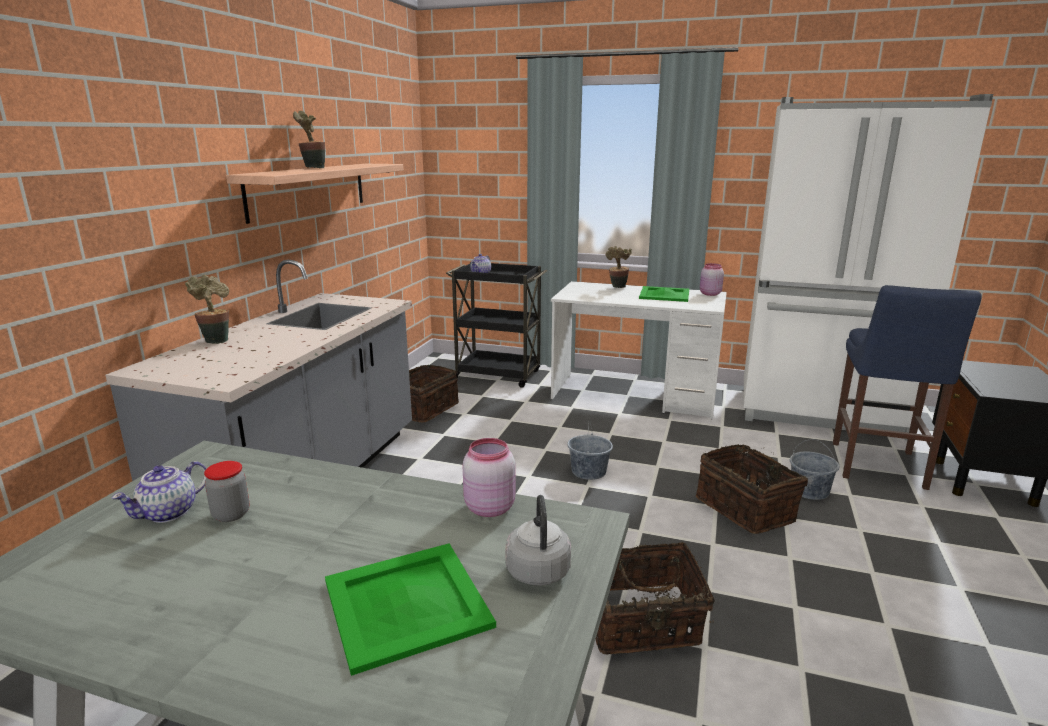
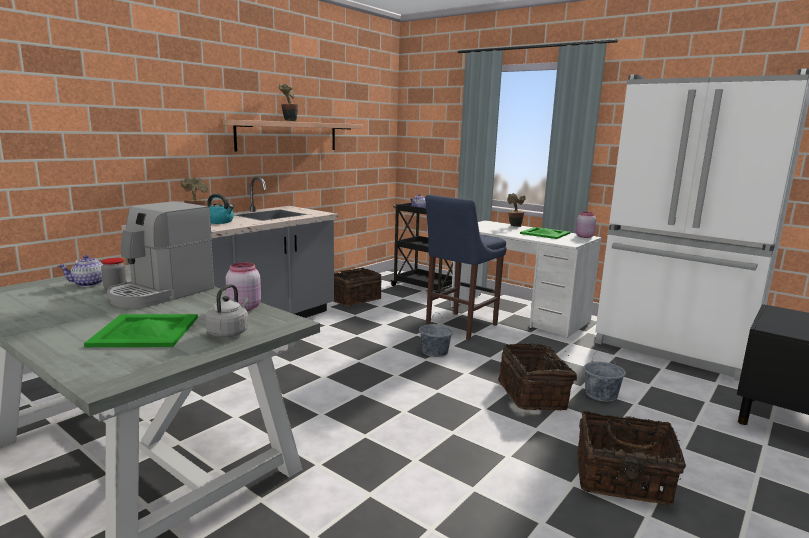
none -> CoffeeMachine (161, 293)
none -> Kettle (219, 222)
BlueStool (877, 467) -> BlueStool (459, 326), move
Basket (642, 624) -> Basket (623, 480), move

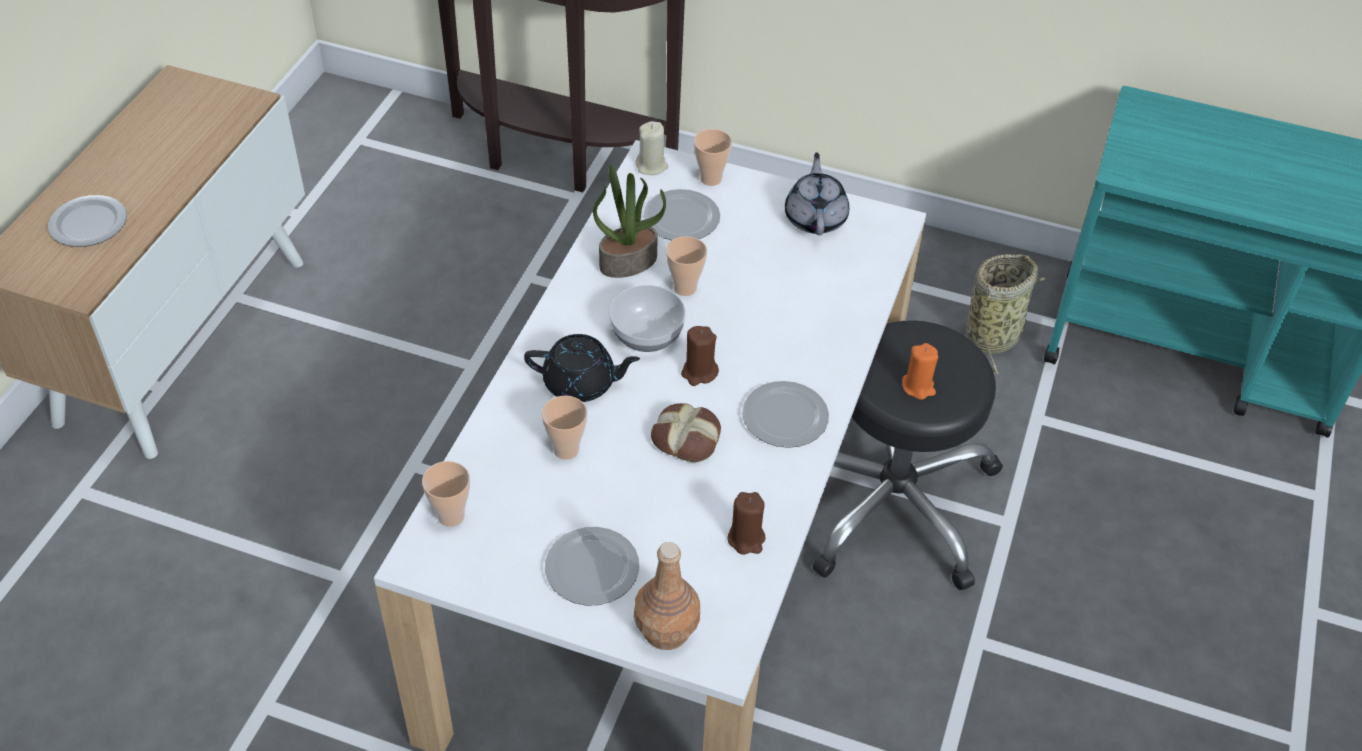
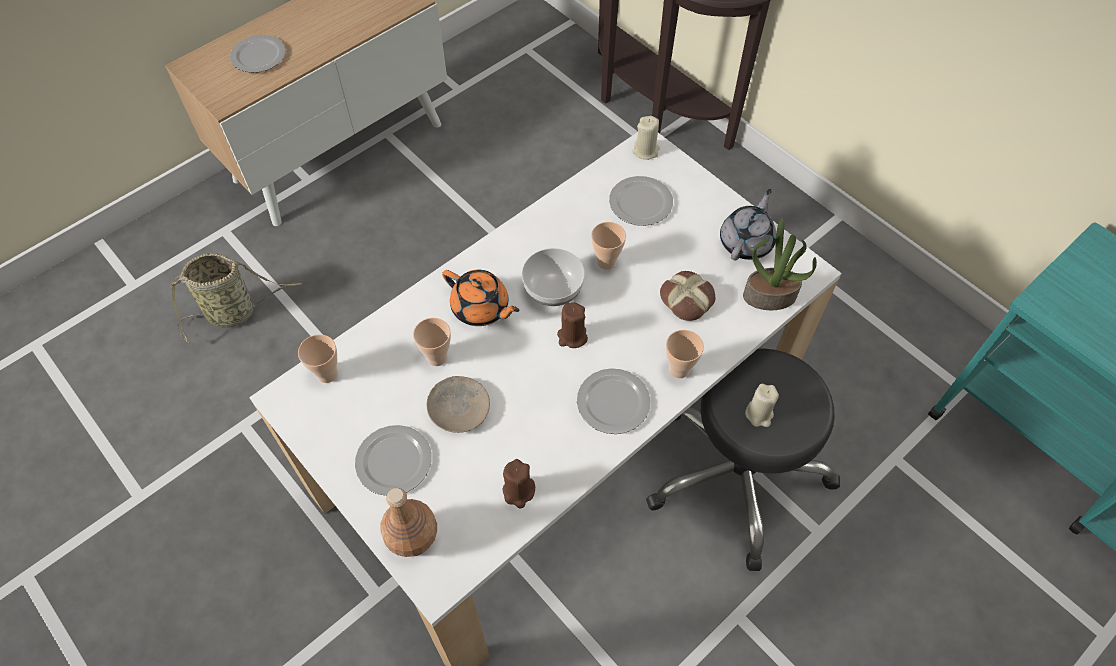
Basket (994, 335) -> Basket (235, 312), move
none -> BeigePlate (458, 407)
BlackTeapot (581, 383) -> OrangeTeapot (481, 308)
Bread (687, 437) -> Bread (687, 299), move
Cup (711, 179) -> Cup (679, 369), move
PottedPlant (628, 261) -> PottedPlant (770, 295), move
OrangeCandle (918, 387) -> BeigeCandle (759, 414)

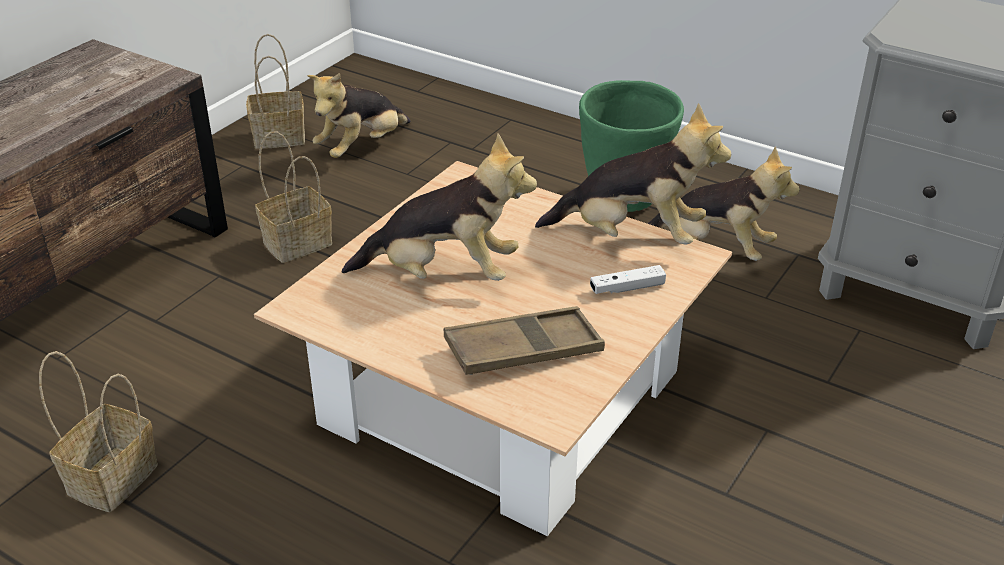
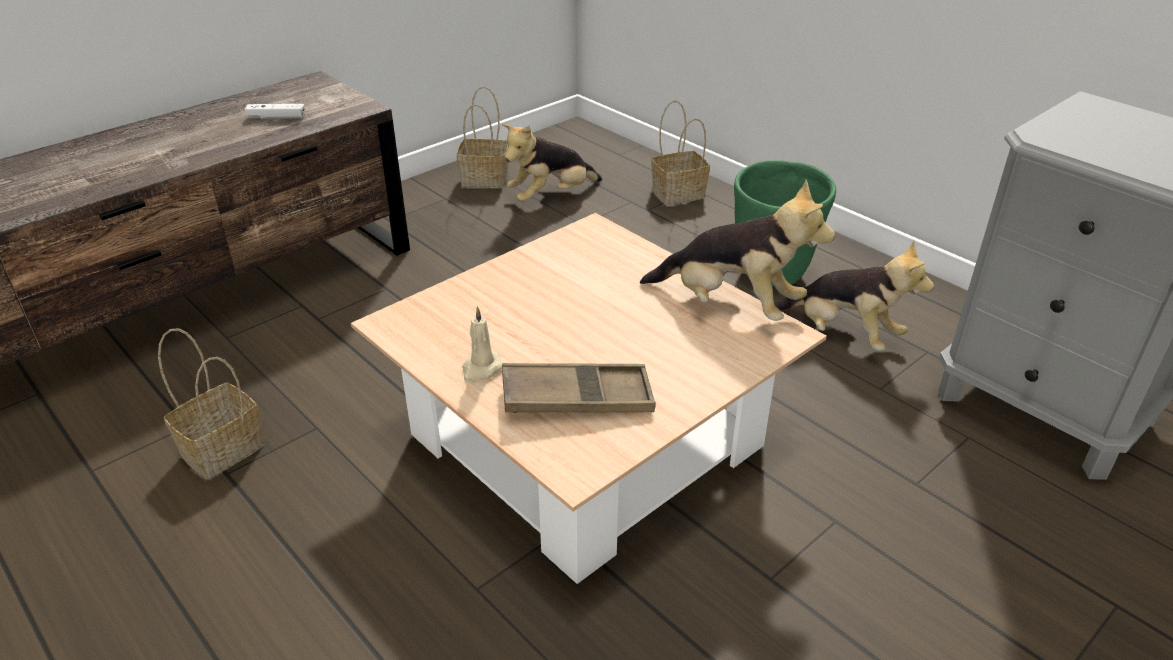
WhiteGameController (627, 288) -> WhiteGameController (276, 117), move
none -> BeigeCandle (481, 369)
Basket (296, 245) -> Basket (677, 194), move
PlushToy (444, 274) -> none

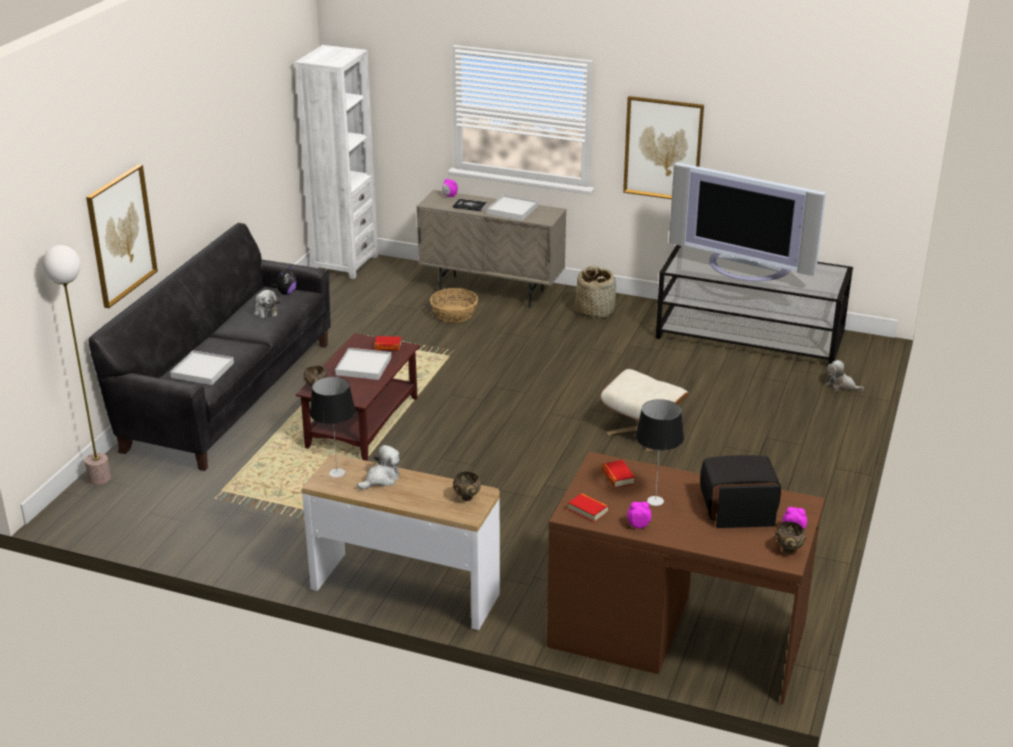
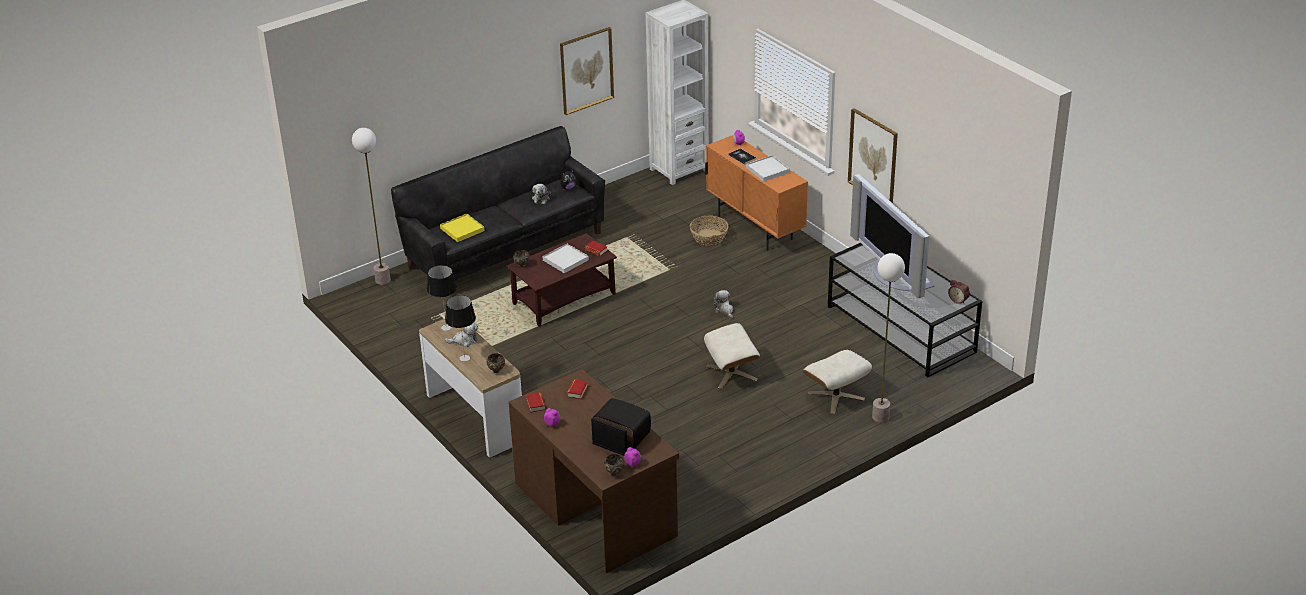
WhiteTray (202, 370) -> YellowTray (462, 229)
TableLamp (656, 501) -> TableLamp (465, 358), move
Picture (121, 235) -> Picture (586, 70), move
BeigeCabinet (492, 292) -> OrangeCabinet (755, 228)
PlushToy (841, 386) -> PlushToy (724, 311), move
none -> BeigeOttoman (836, 396)
none -> FloorLamp (881, 417)
none -> AlarmClock (958, 300)
Basket (595, 311) -> none

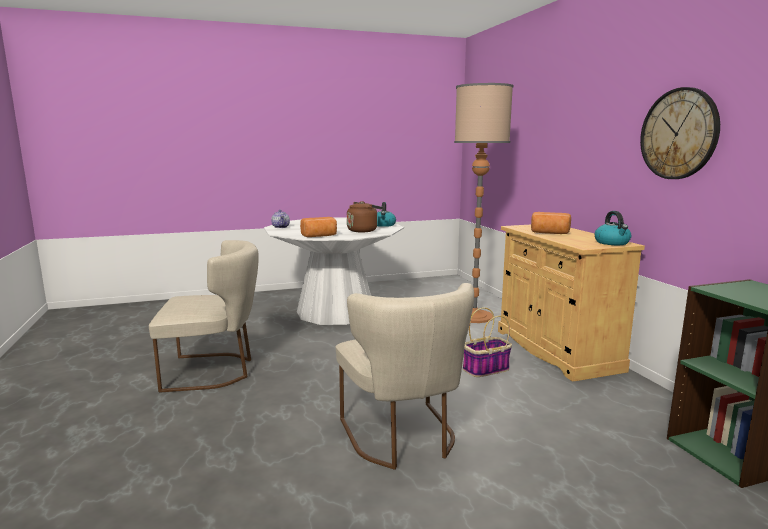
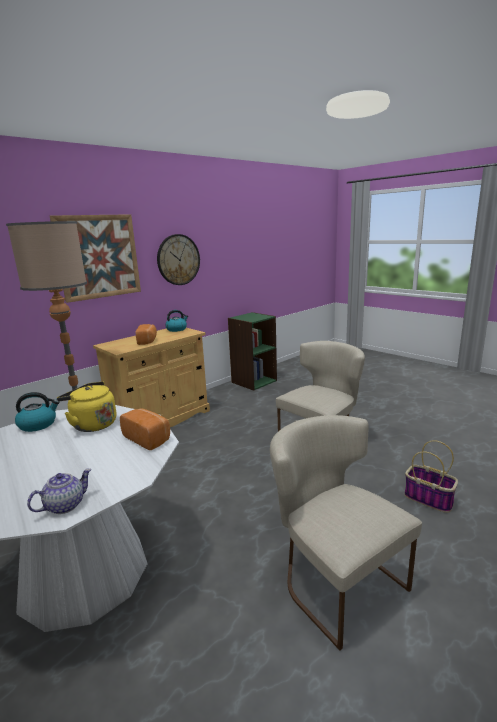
none -> Picture (98, 257)
BrownKettle (363, 230) -> YellowKettle (92, 424)
Basket (485, 369) -> Basket (429, 499), move

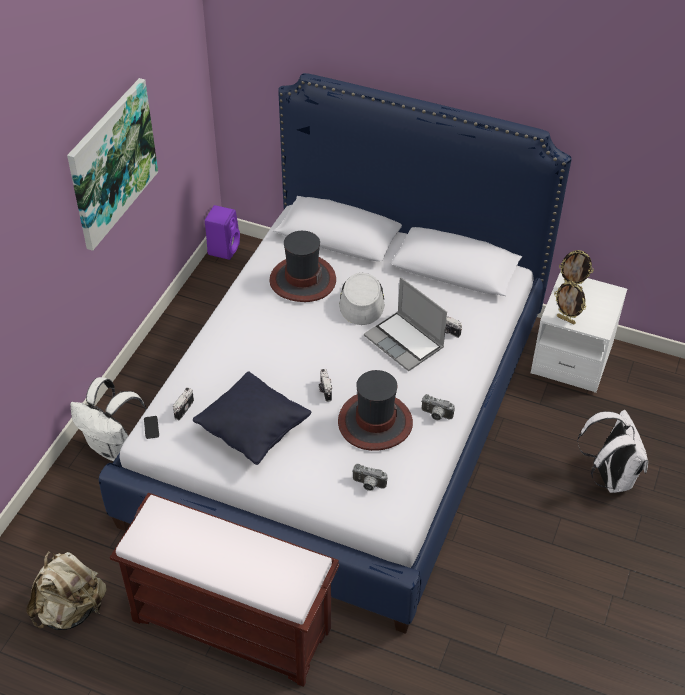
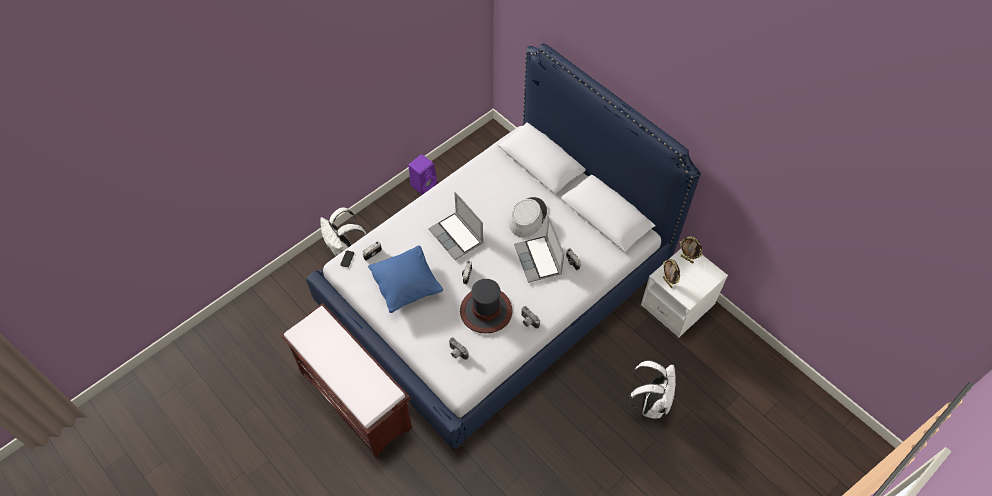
BlackPillow (253, 432) -> BluePillow (406, 286)
PurpleSpeaker (224, 248) -> PurpleSpeaker (424, 184), move
none -> Laptop (457, 236)
BeigeBackpack (71, 609) -> none
Picture (111, 163) -> none
Hat (302, 280) -> none

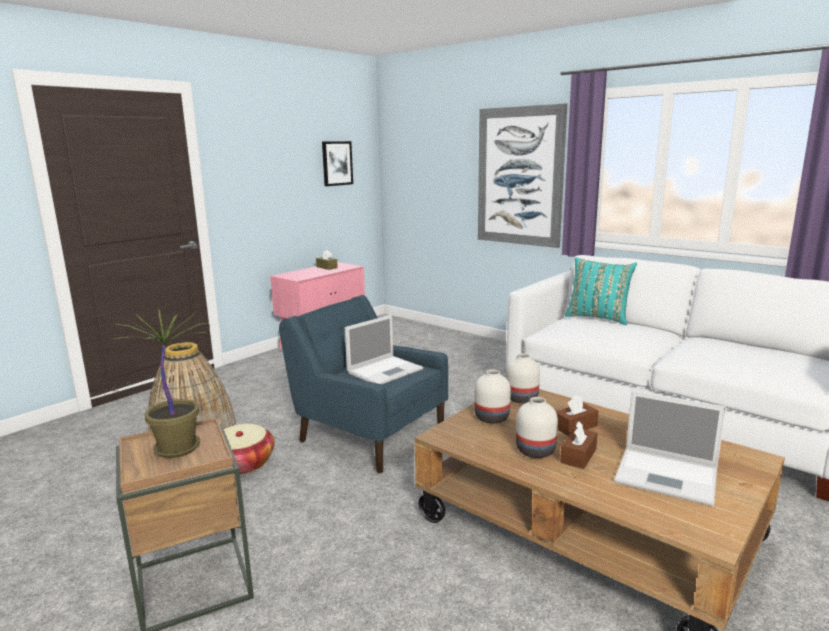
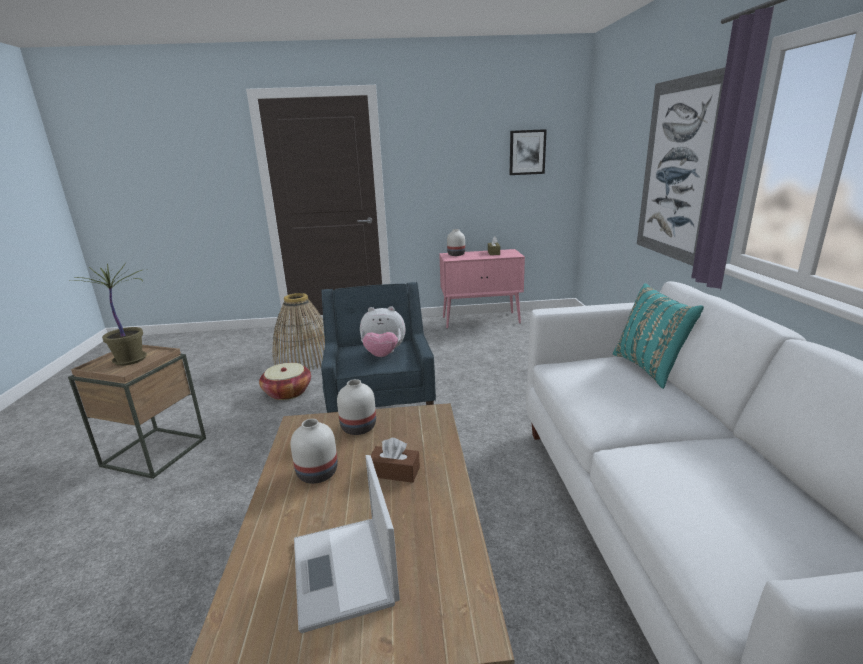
Laptop (386, 370) -> PlushToy (383, 354)
WhiteVase (521, 399) -> WhiteVase (455, 254), move
BrownTissueBox (578, 456) -> none

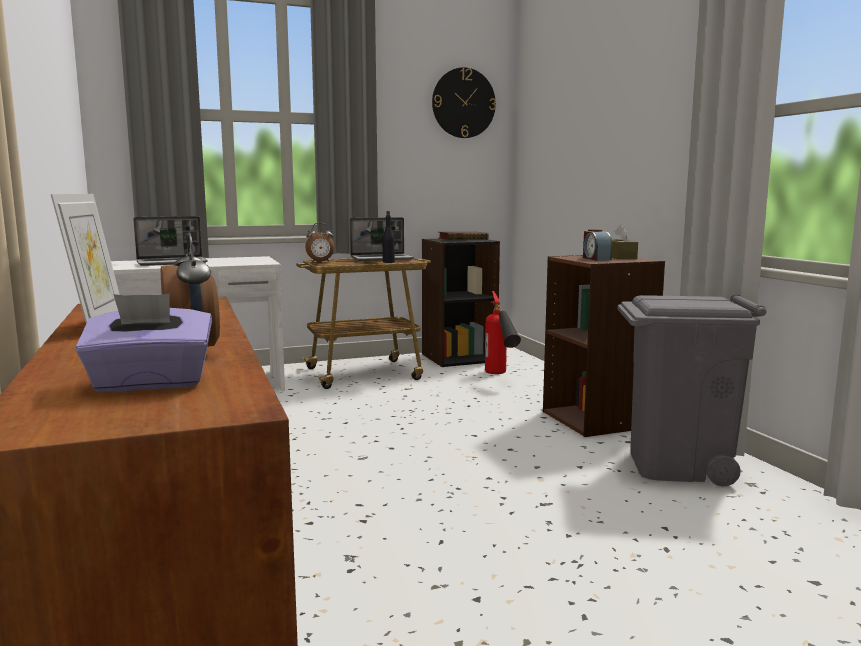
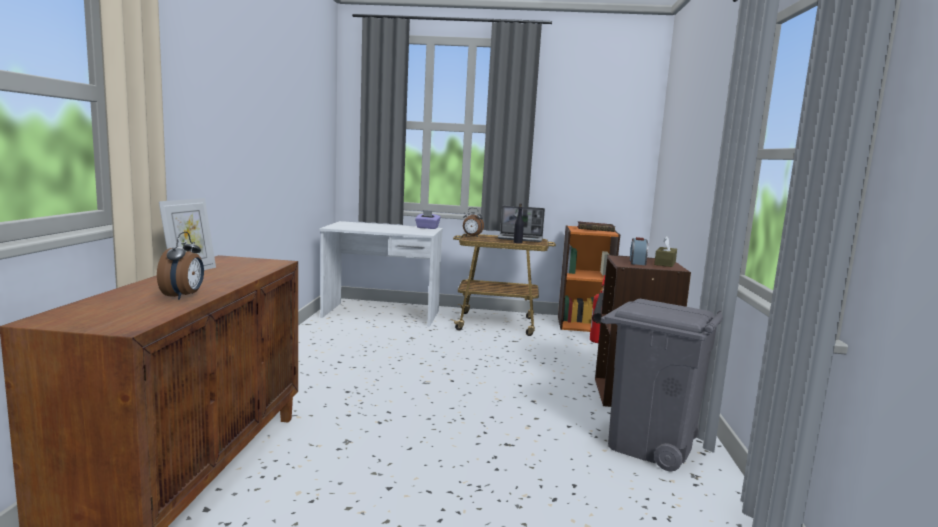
PurpleTissueBox (151, 383) -> PurpleTissueBox (427, 228), move
BlackBookcase (458, 357) -> OrangeBookcase (582, 324)
Laptop (173, 263) -> none
WallClock (463, 103) -> none

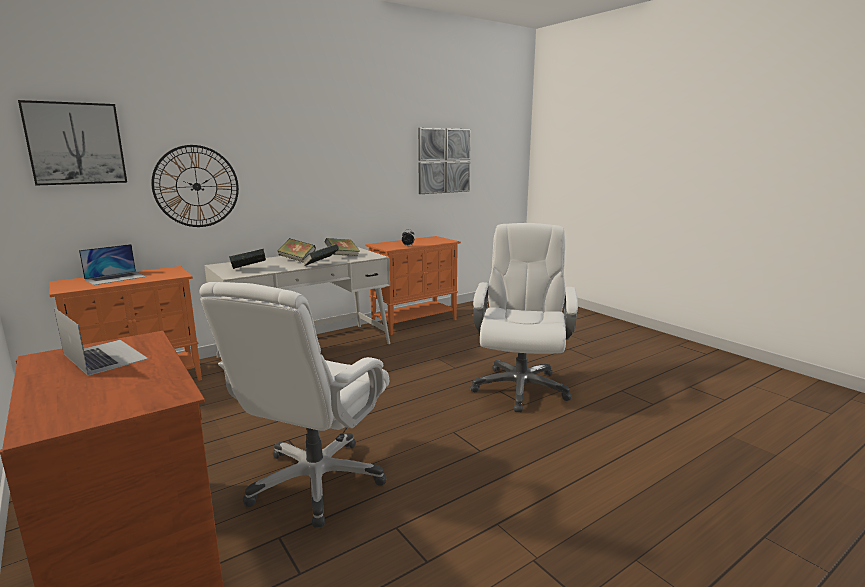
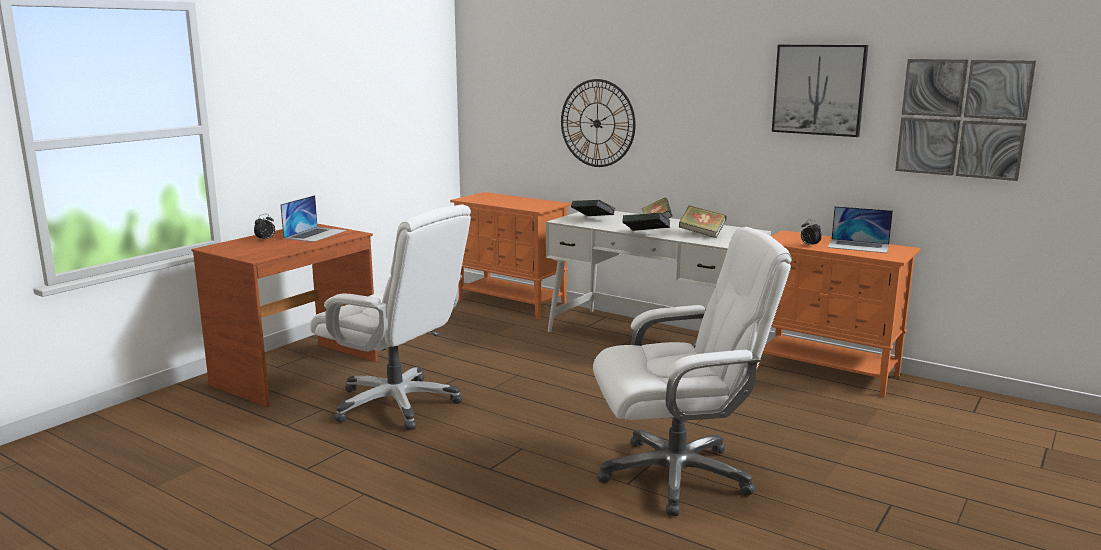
none -> AlarmClock (265, 239)
WhiteOfficeChair (315, 482) -> WhiteOfficeChair (397, 404), 150 degrees counterclockwise
Picture (75, 143) -> Picture (819, 89), move
Laptop (115, 278) -> Laptop (858, 246), move

